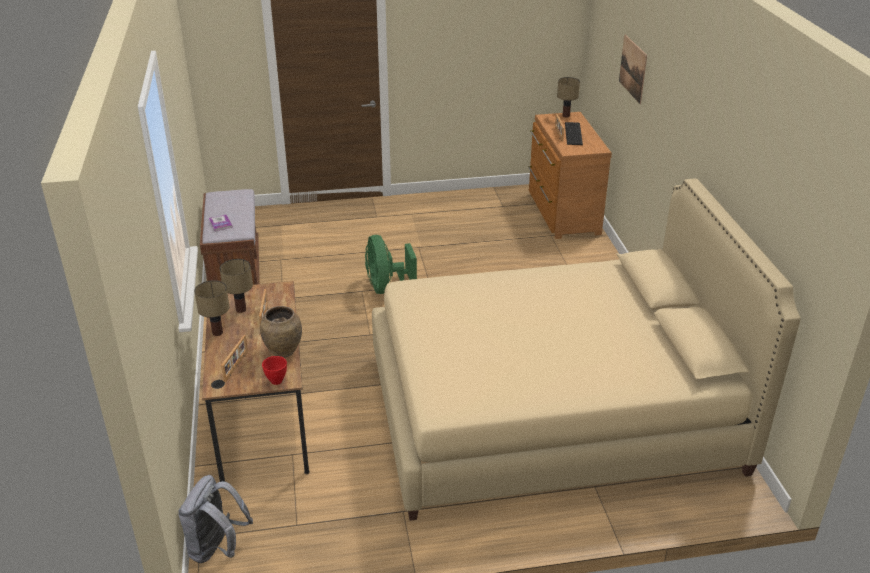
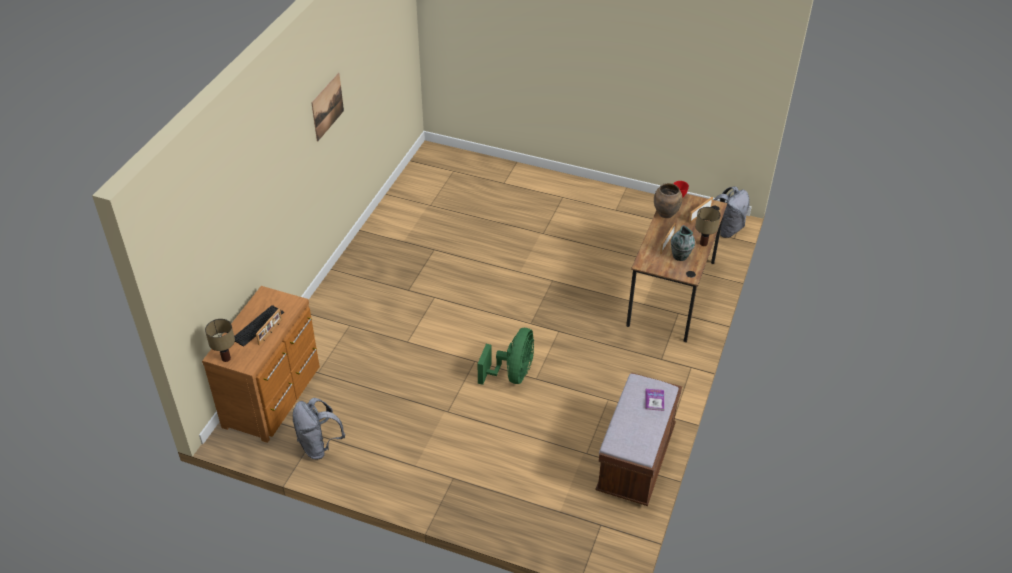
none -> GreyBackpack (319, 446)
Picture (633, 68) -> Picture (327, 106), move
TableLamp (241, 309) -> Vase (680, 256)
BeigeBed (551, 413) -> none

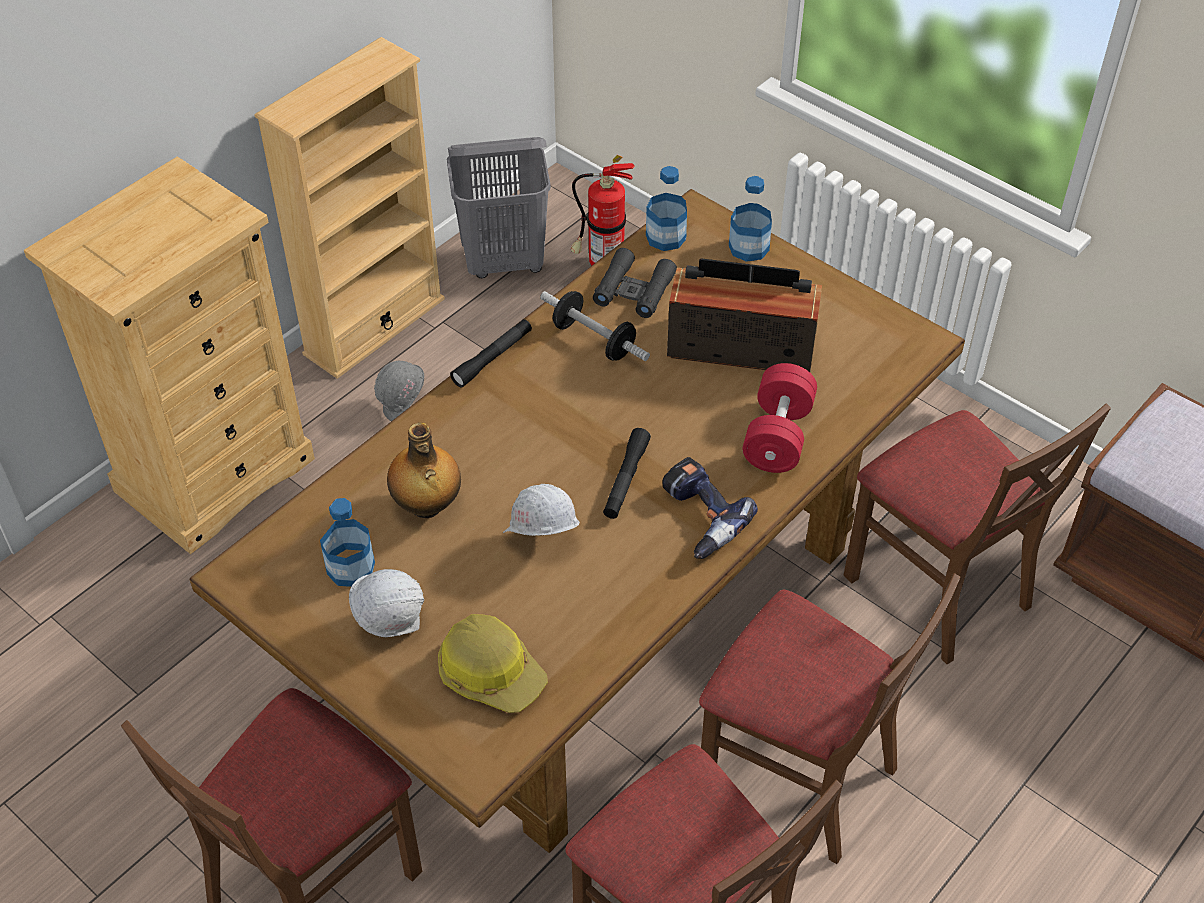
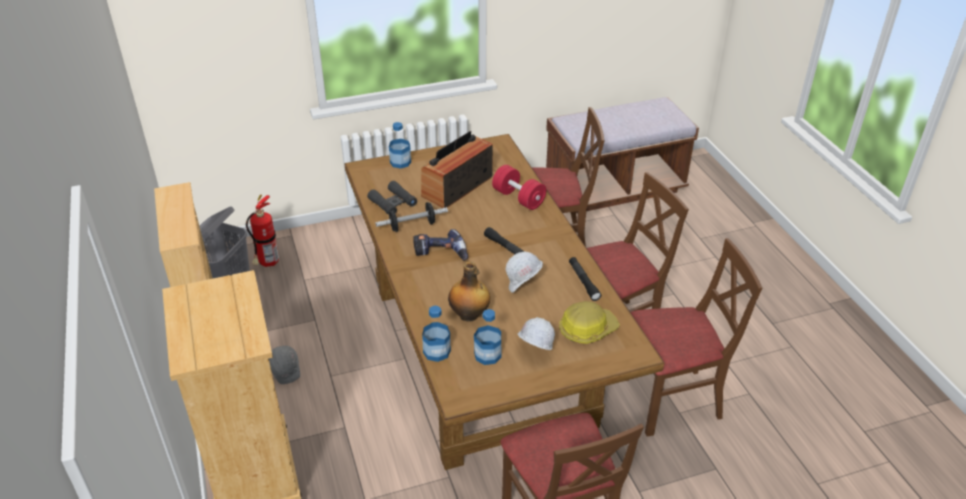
PowerDrill (698, 518) -> PowerDrill (440, 254), move
Bottle (665, 237) -> Bottle (436, 351), move
BlackFlashlight (492, 358) -> BlackFlashlight (583, 282), move

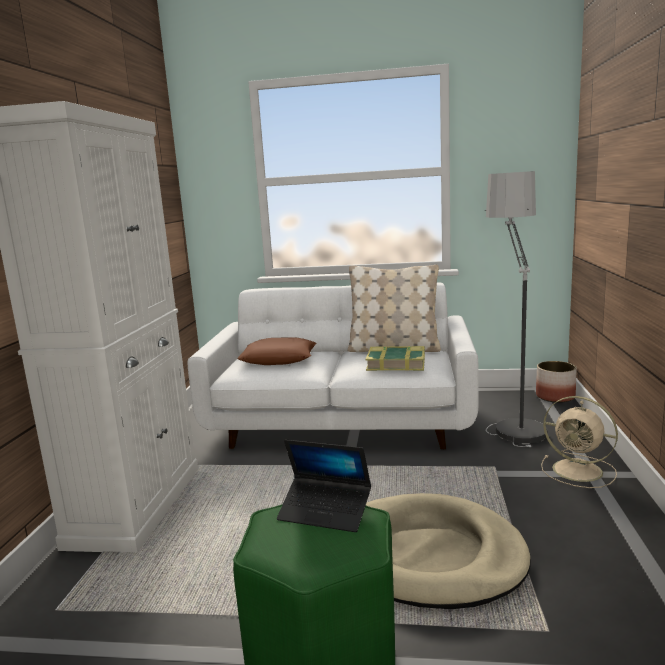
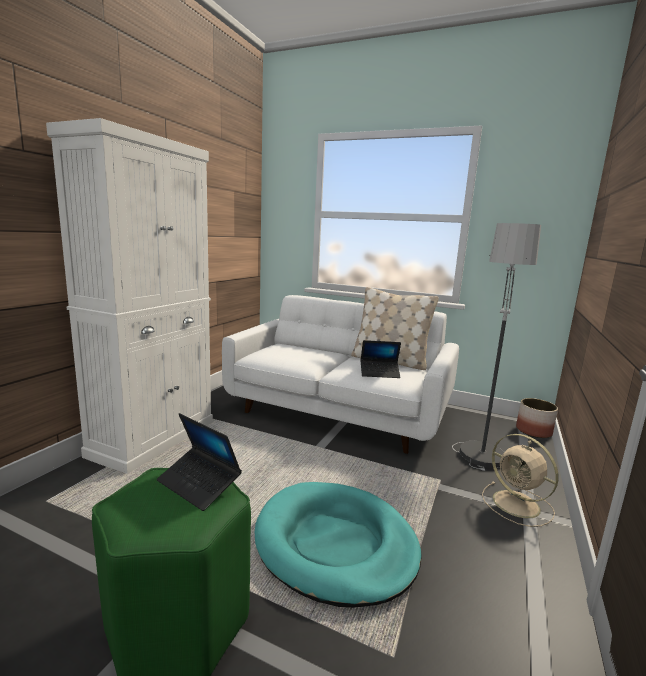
BeigeDogBed (431, 555) -> TurquoiseDogBed (335, 544)
Book (396, 364) -> Laptop (379, 373)
BrownPillow (278, 359) -> none

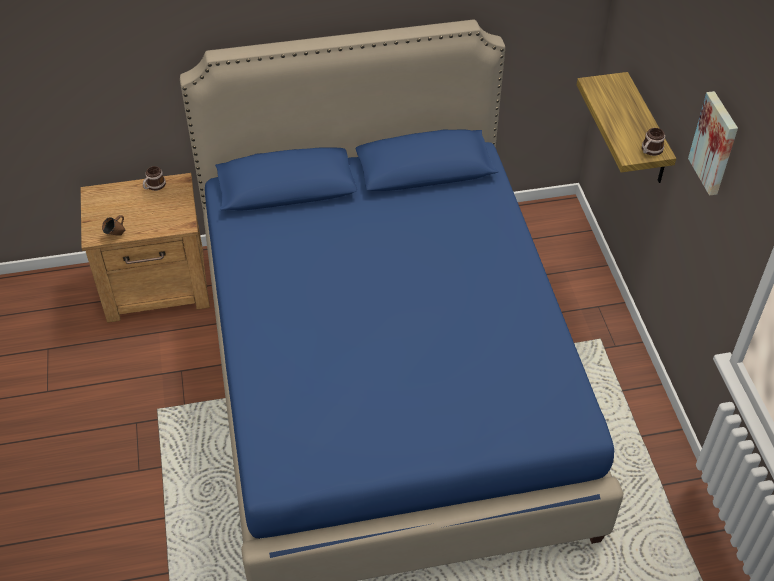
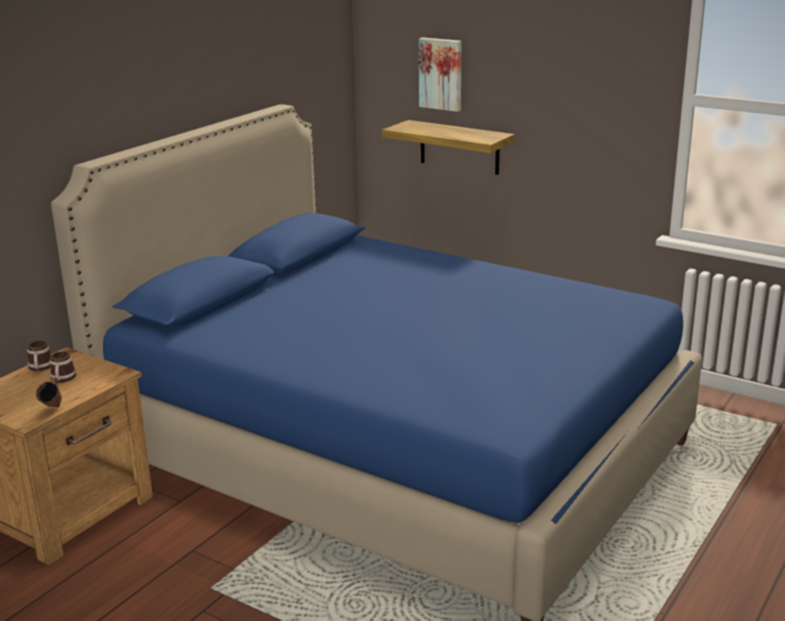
Mug (650, 151) -> Mug (62, 379), move
Picture (715, 143) -> Picture (441, 74), move

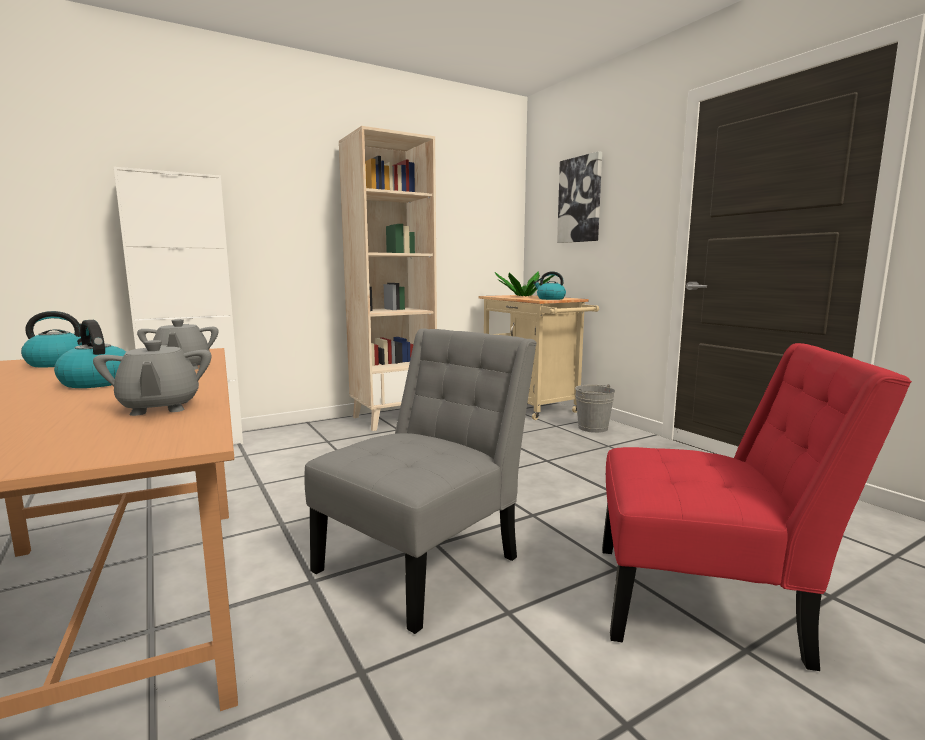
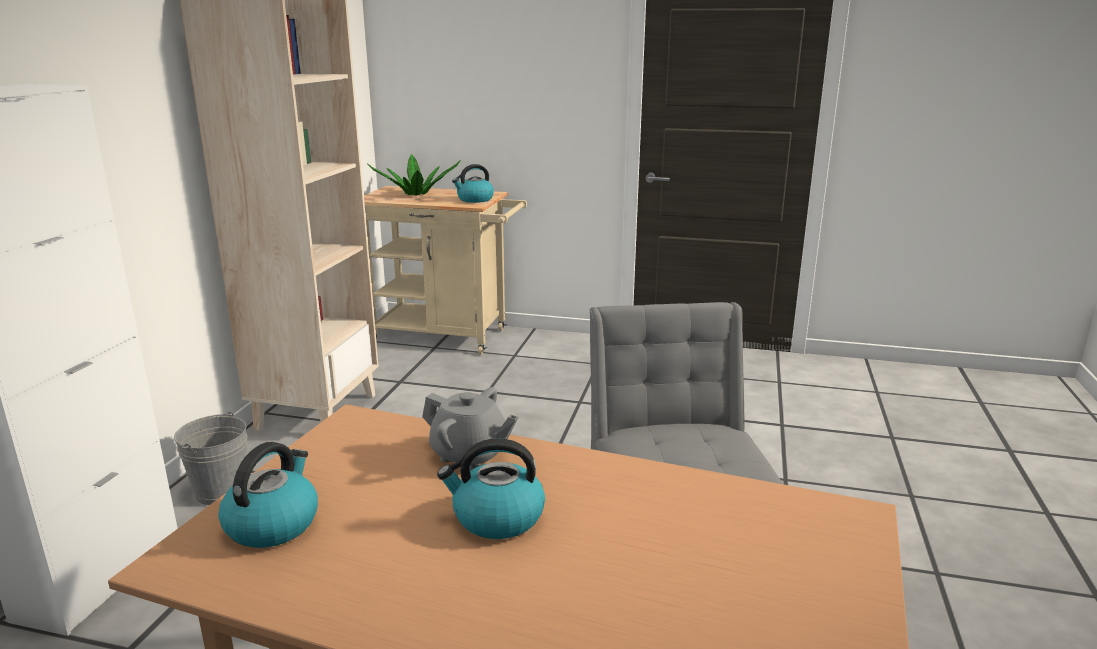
GreyBucket (593, 428) -> GreyBucket (221, 491), move
GreyTeapot (159, 408) -> none
Picture (580, 200) -> none
RedChair (707, 602) -> none

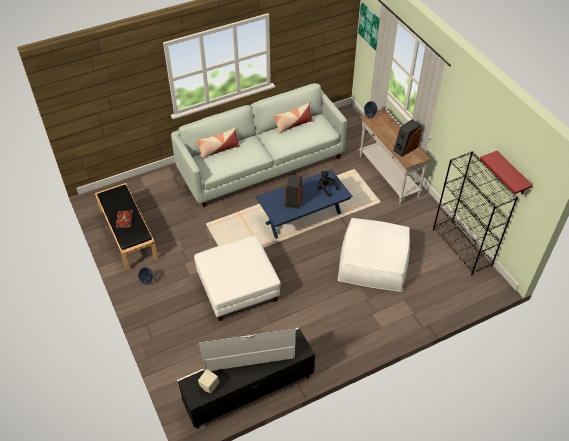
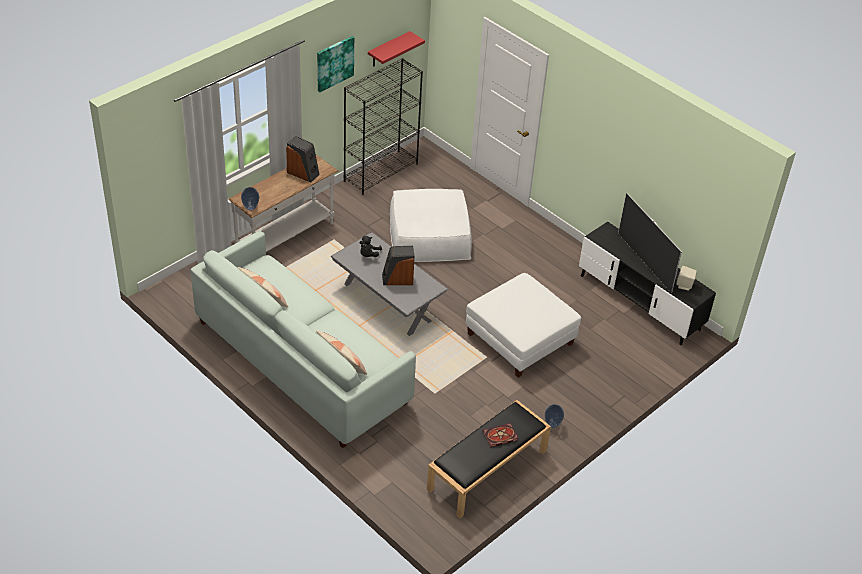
Picture (370, 26) -> Picture (334, 63), move
BlueCoffeeTable (303, 218) -> GreyCoffeeTable (387, 302)

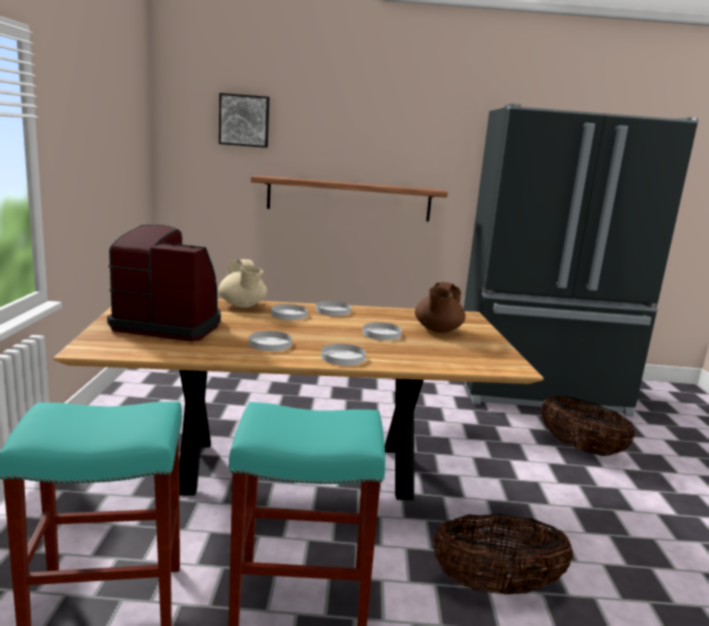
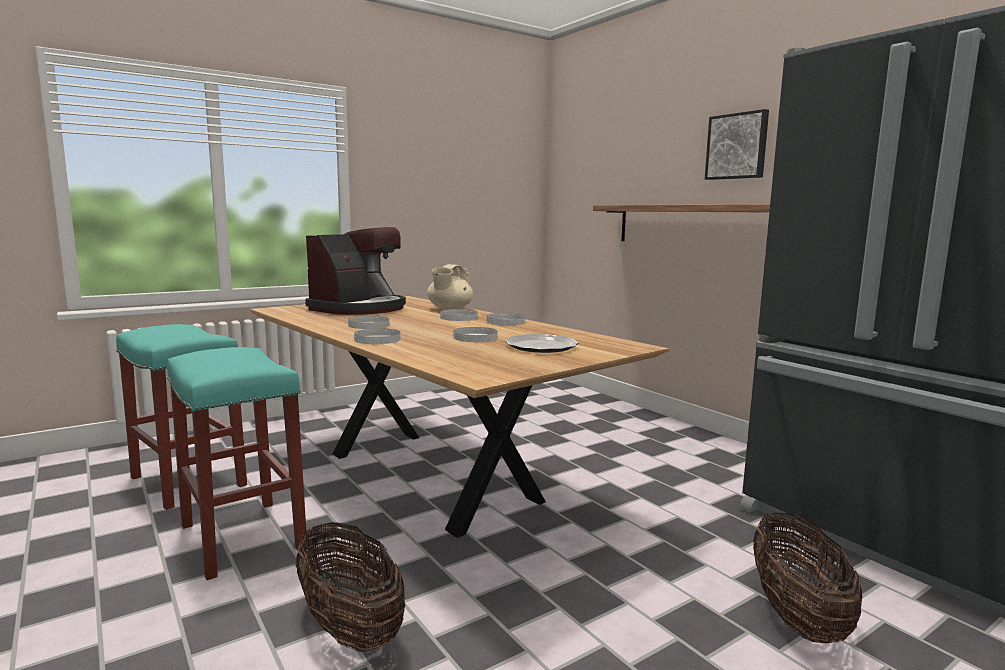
CoffeeMachine (169, 324) -> CoffeeMachine (359, 308), 60 degrees clockwise
BrownTeapot (437, 330) -> Plate (541, 346)
Picture (244, 120) -> Picture (737, 146), move

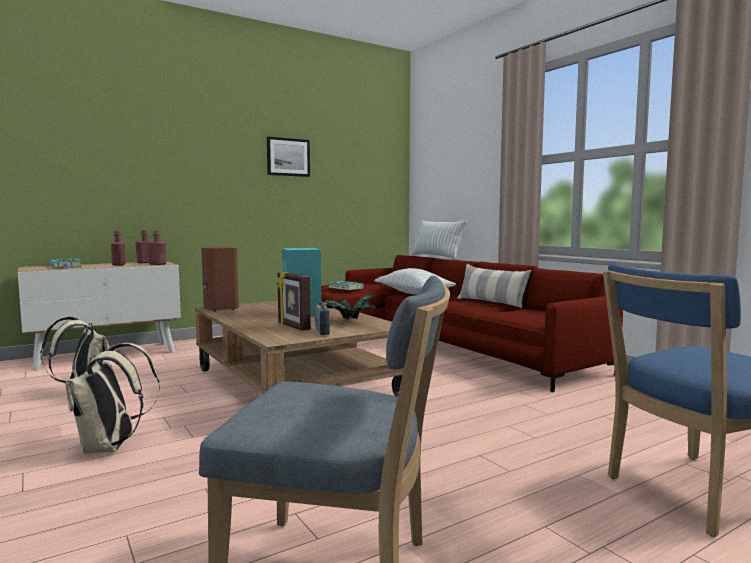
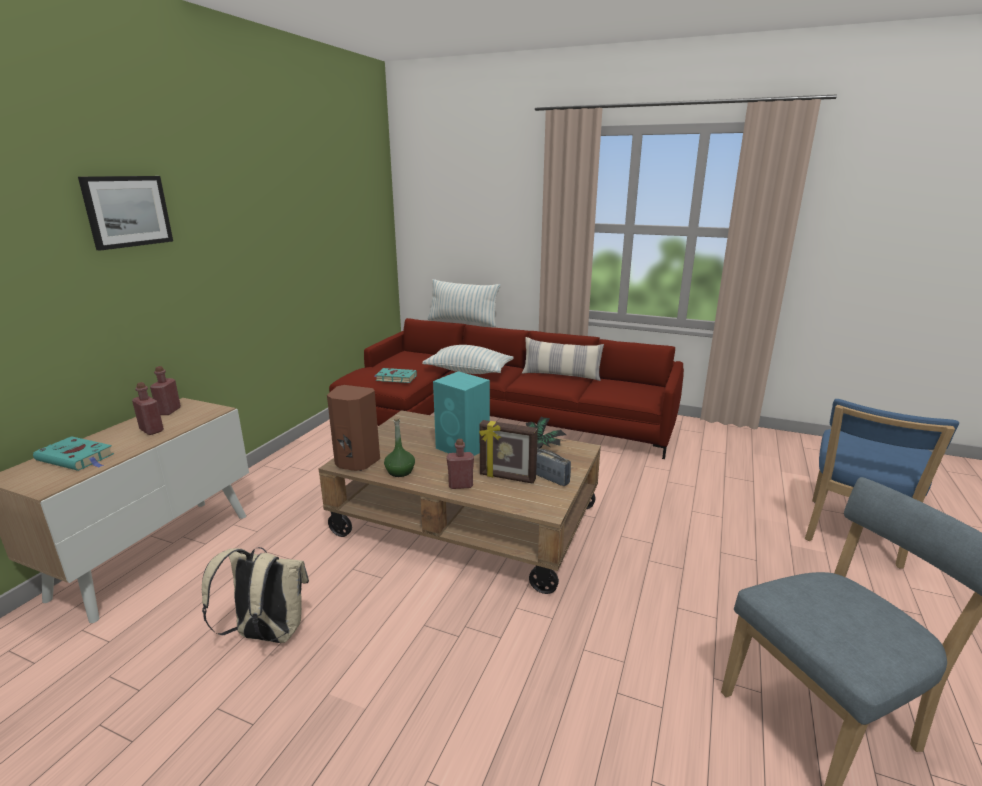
Picture (288, 157) -> Picture (127, 211), move
none -> GreenBottle (400, 471)
RedBottle (157, 264) -> RedBottle (460, 485), move
BeigeBackpack (111, 447) -> none

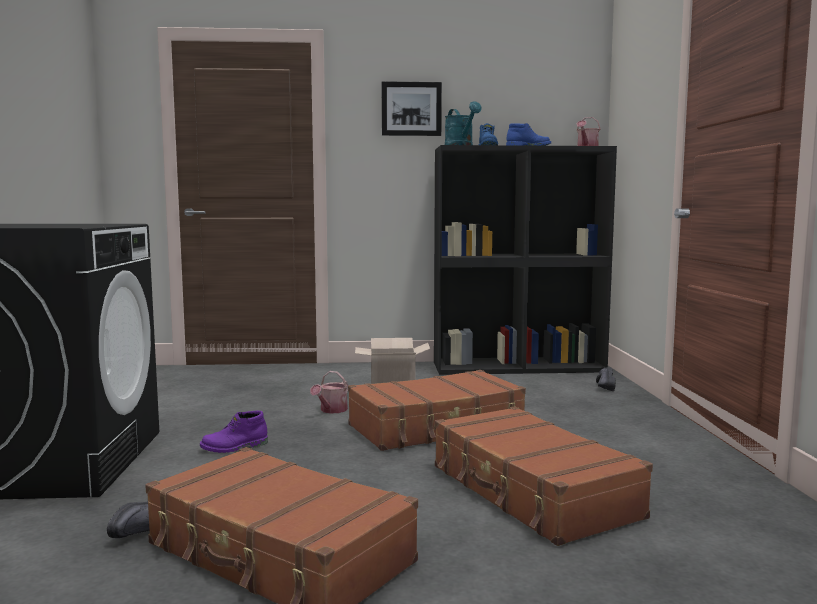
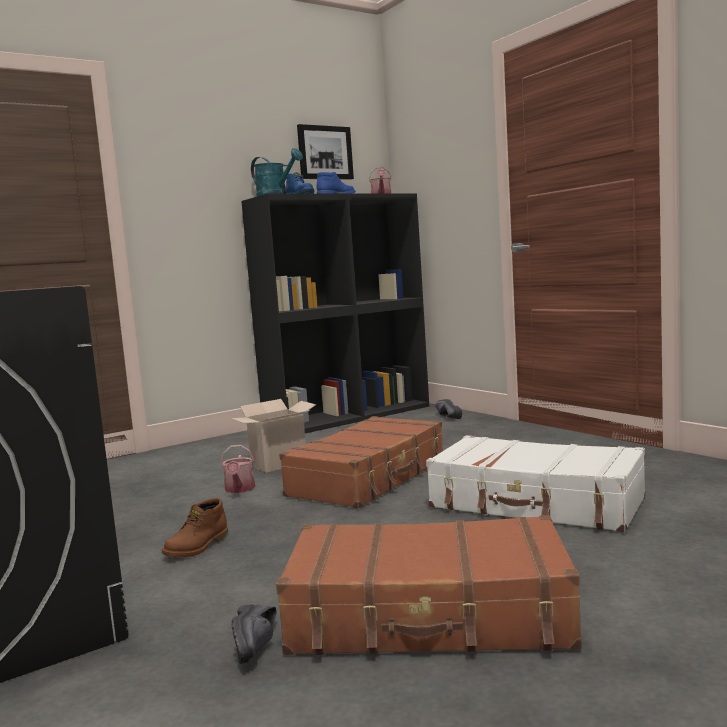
PurpleBoot (234, 447) -> BrownBoot (198, 547)
Picture (411, 109) -> Picture (324, 153), move
BrownSuitcase (531, 492) -> WhiteSuitcase (536, 503)

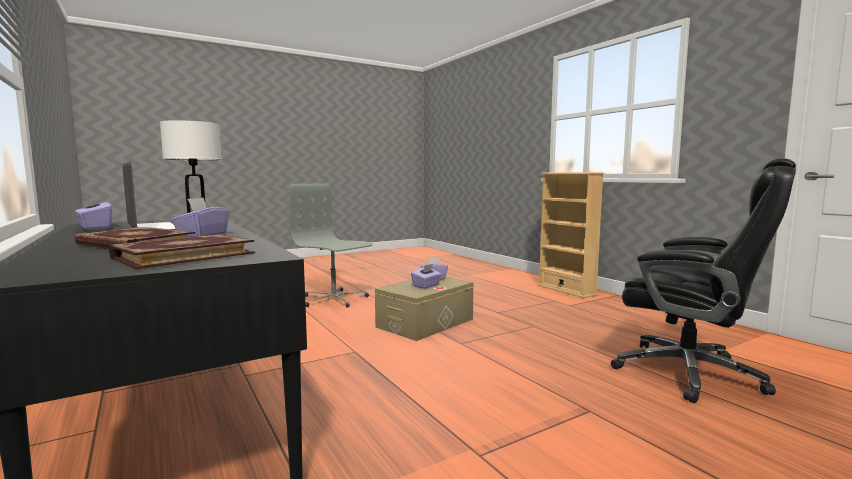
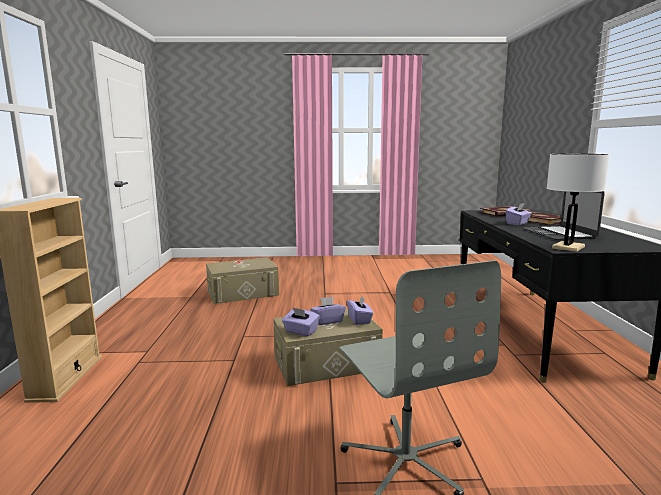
BlackOfficeChair (691, 373) -> BeigeStorageBox (243, 293)
PurpleTissueBox (95, 228) -> PurpleTissueBox (359, 320), move

